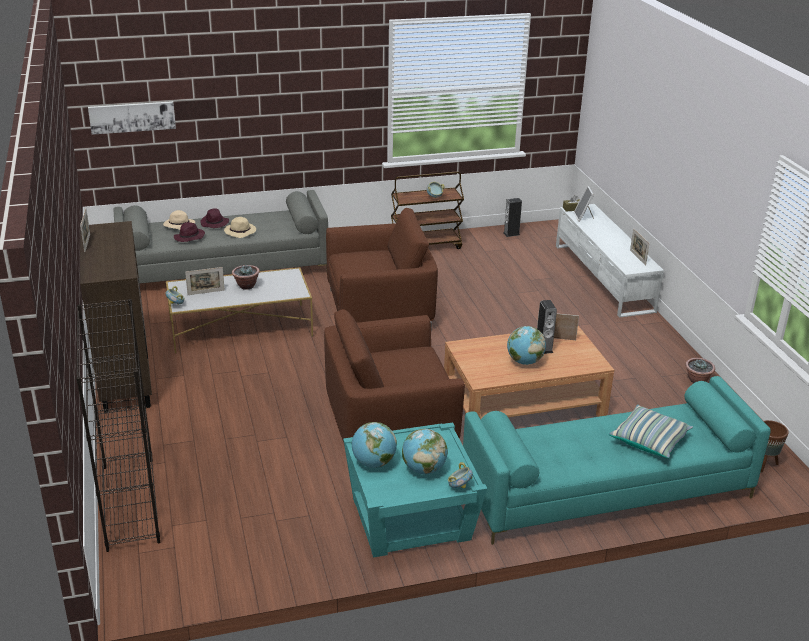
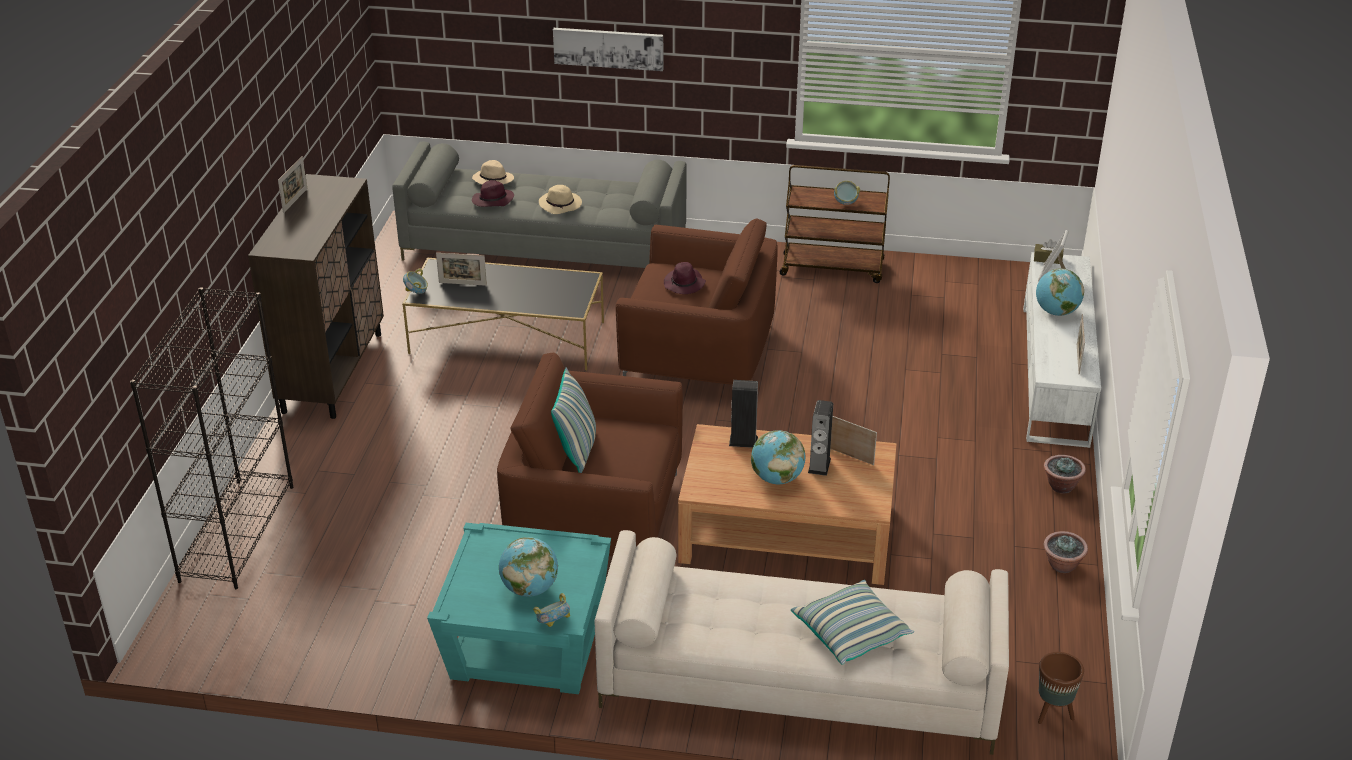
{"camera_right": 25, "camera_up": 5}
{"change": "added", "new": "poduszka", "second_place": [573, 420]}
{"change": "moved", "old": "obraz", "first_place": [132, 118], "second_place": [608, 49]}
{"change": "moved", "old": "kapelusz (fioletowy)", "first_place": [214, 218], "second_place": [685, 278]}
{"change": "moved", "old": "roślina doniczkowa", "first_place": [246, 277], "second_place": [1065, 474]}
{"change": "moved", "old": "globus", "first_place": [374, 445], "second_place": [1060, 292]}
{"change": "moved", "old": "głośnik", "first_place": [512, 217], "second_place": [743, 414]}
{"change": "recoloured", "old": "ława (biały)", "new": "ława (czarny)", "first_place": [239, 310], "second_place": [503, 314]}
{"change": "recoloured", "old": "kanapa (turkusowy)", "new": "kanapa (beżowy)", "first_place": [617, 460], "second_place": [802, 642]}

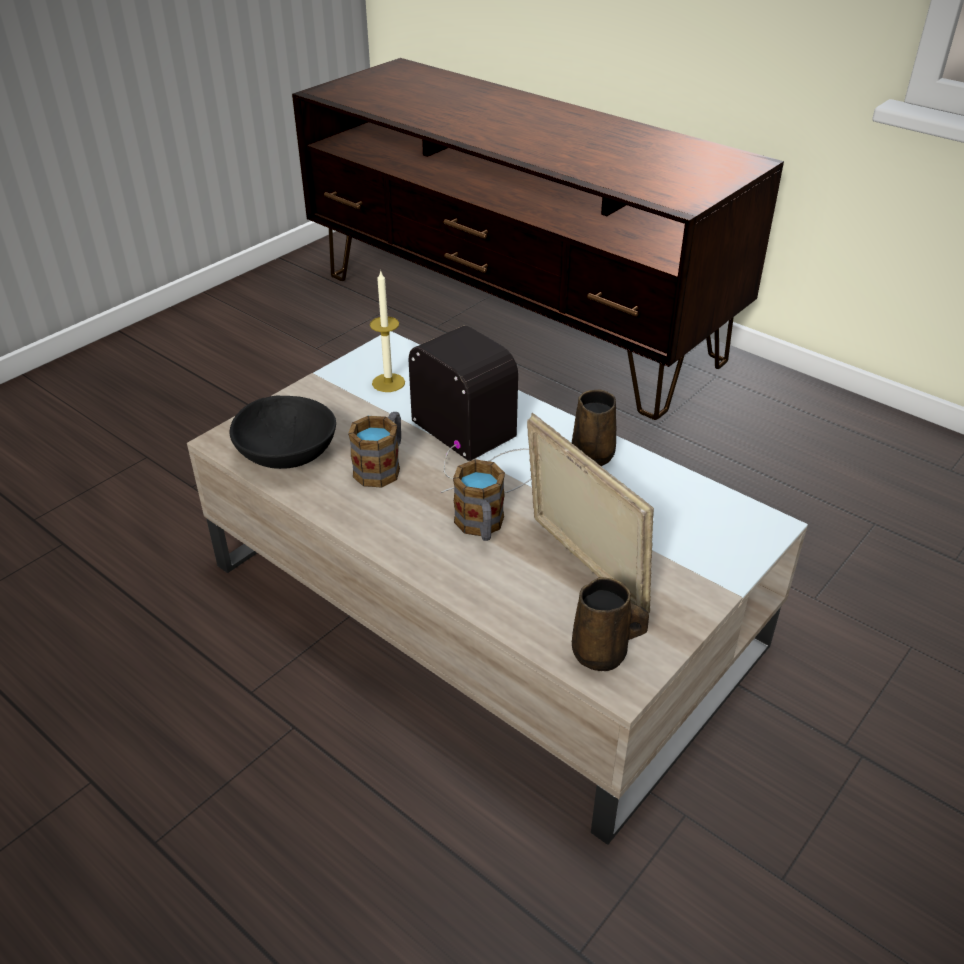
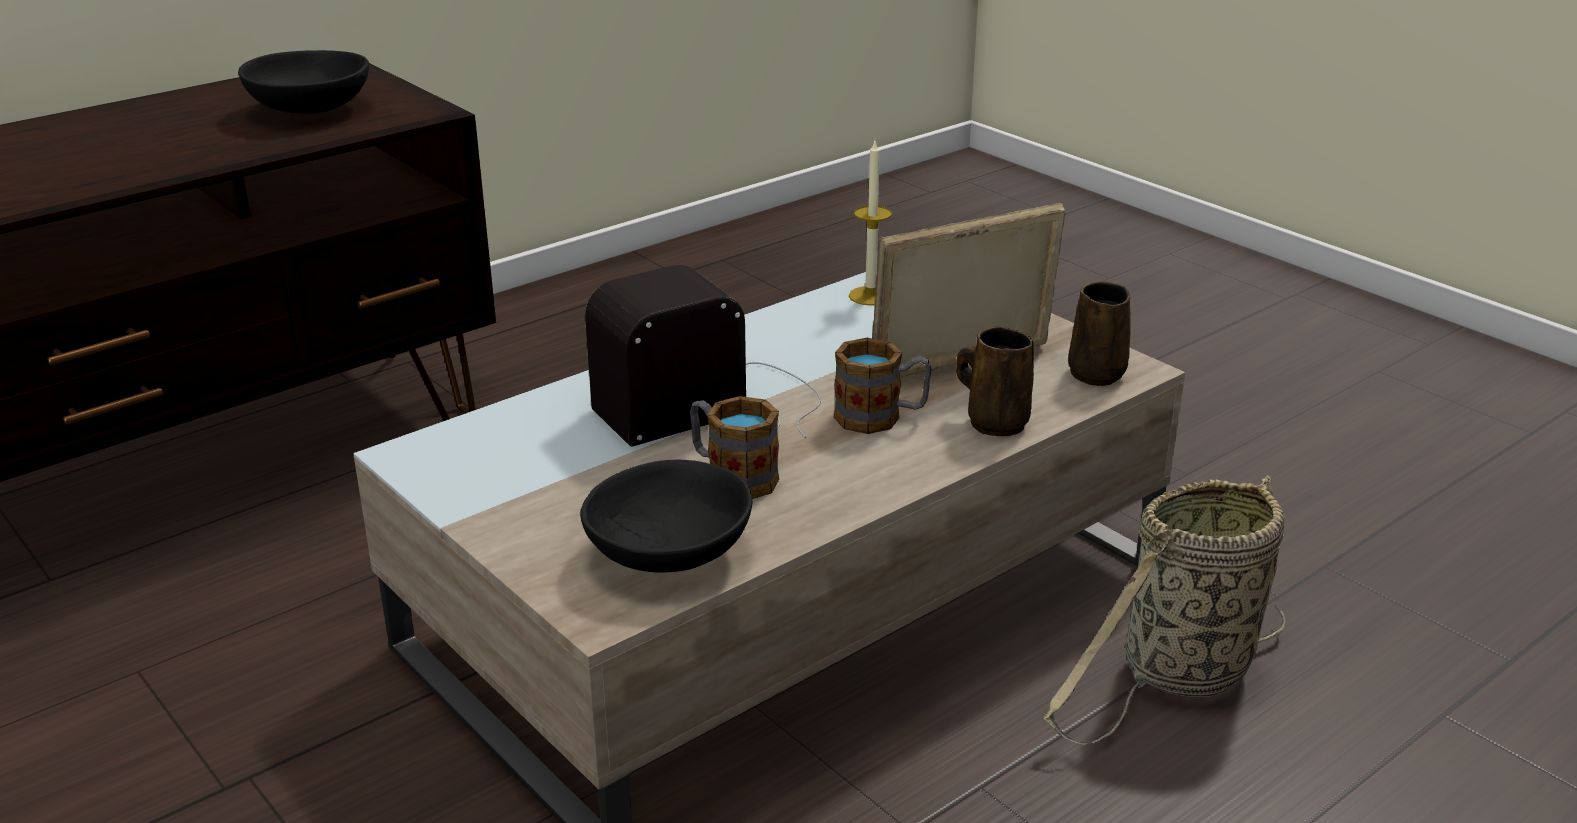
{"camera_right": -80, "camera_up": -10}
{"change": "added", "new": "miska (czarny)", "second_place": [303, 82]}
{"change": "added", "new": "koszyk", "second_place": [1164, 610]}
{"change": "moved", "old": "świeca", "first_place": [387, 331], "second_place": [870, 223]}
{"change": "moved", "old": "kubek (brązowy)", "first_place": [594, 428], "second_place": [995, 381]}

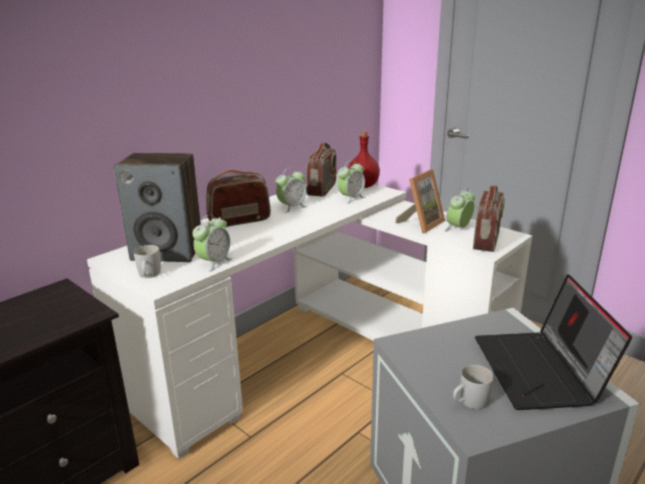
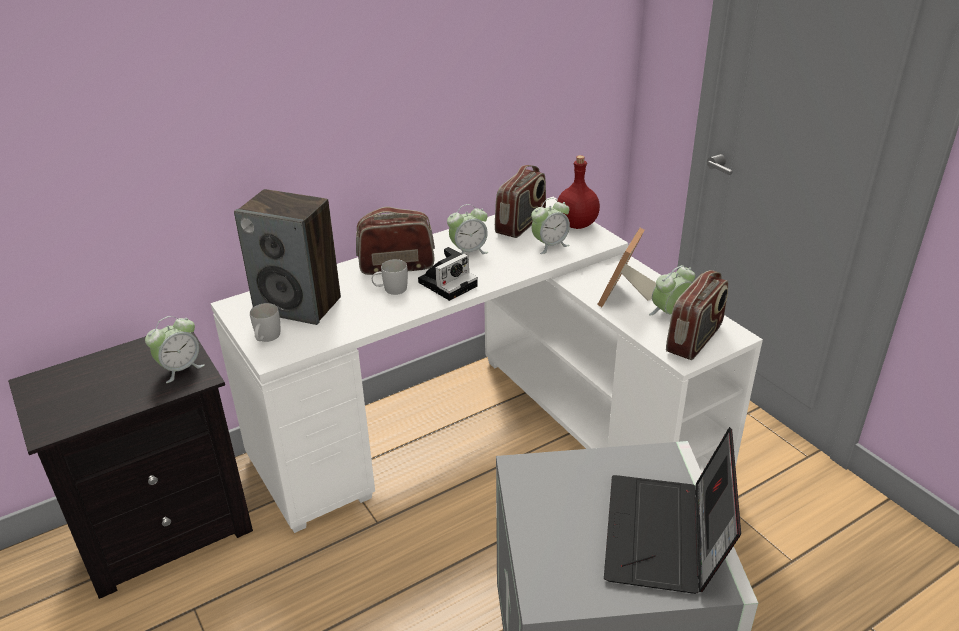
{"camera_right": 15, "camera_up": 10}
{"change": "added", "new": "aparat fotograficzny", "second_place": [448, 274]}
{"change": "moved", "old": "budzik", "first_place": [212, 243], "second_place": [175, 349]}
{"change": "moved", "old": "kubek (biały)", "first_place": [473, 387], "second_place": [390, 277]}
{"change": "turned", "old": "ramka na zdjęcie", "first_place": [420, 201], "second_place": [626, 267], "degrees": 150}

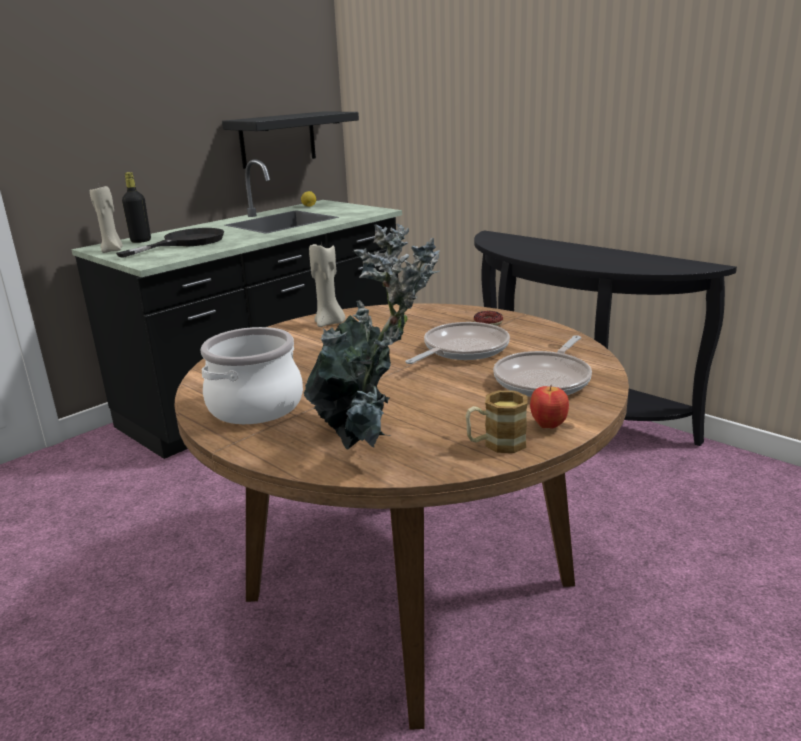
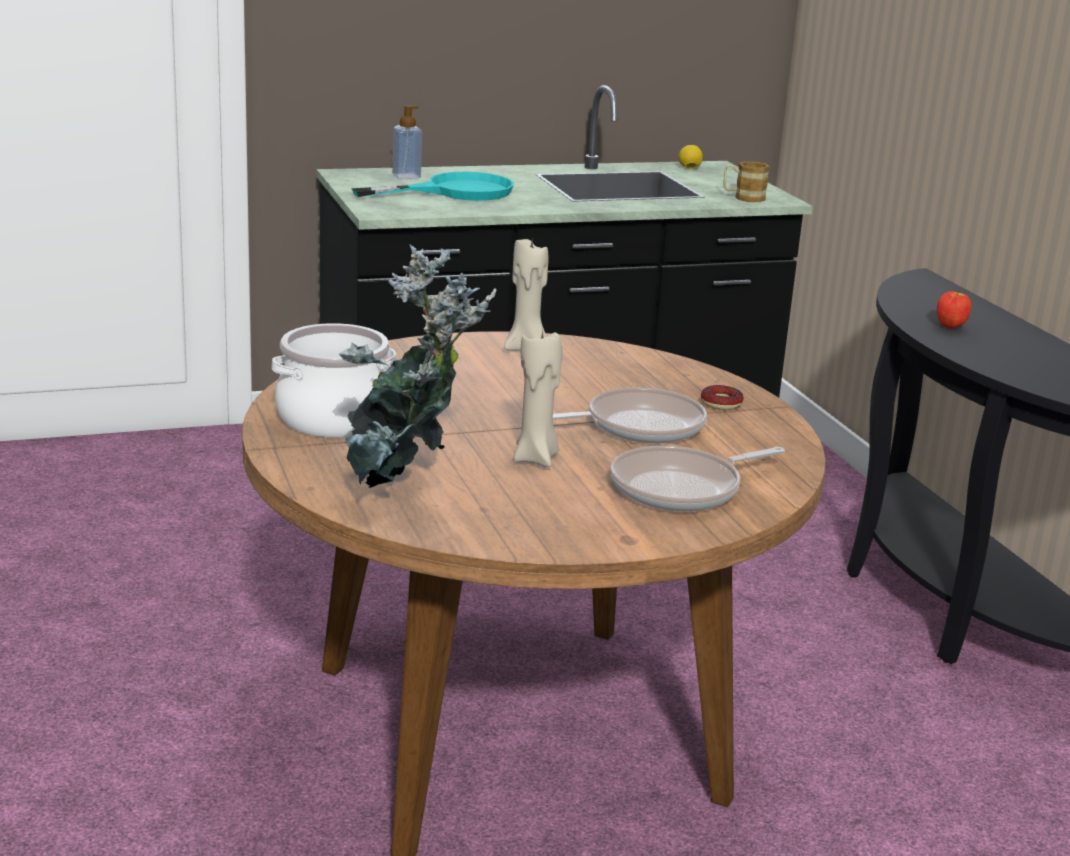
{"camera_right": 25, "camera_up": 0}
{"change": "removed", "old": "półka (czarny)", "first_place": [290, 140]}
{"change": "moved", "old": "świeca (beżowy)", "first_place": [106, 219], "second_place": [538, 398]}
{"change": "moved", "old": "kubek", "first_place": [497, 421], "second_place": [747, 182]}
{"change": "moved", "old": "jabłko", "first_place": [549, 406], "second_place": [954, 309]}
{"change": "replaced", "old": "butelka (czarny)", "new": "dozownik mydła", "first_place": [136, 207], "second_place": [407, 142]}
{"change": "recoloured", "old": "patelnia (czarny)", "new": "patelnia (turkusowy)", "first_place": [170, 243], "second_place": [432, 186]}

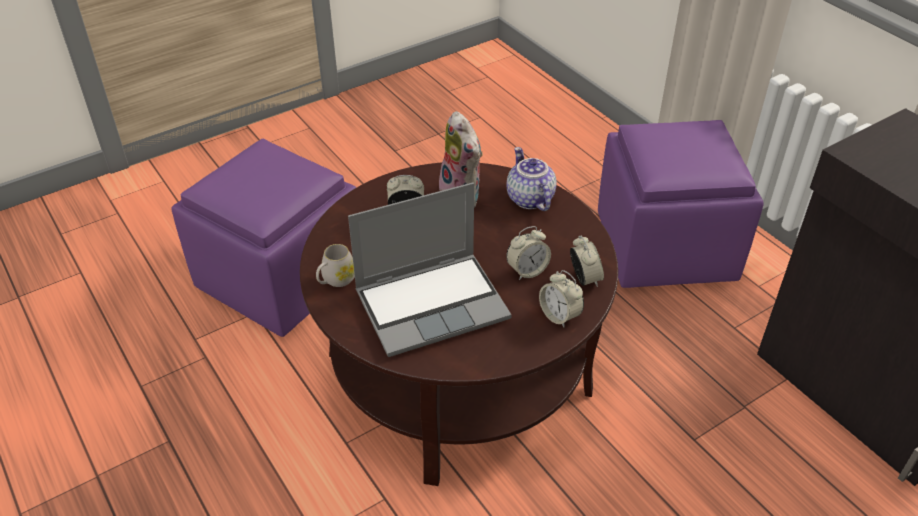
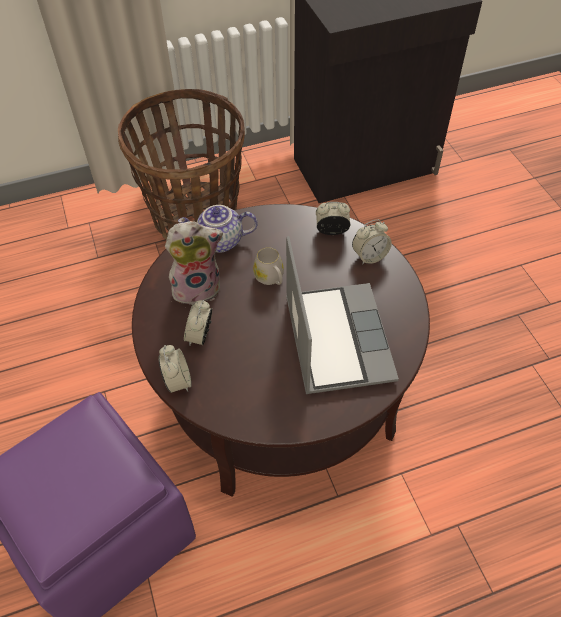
{"camera_right": -75, "camera_up": 10}
{"change": "moved", "old": "kubek (biały)", "first_place": [335, 265], "second_place": [268, 266]}
{"change": "moved", "old": "budzik", "first_place": [528, 253], "second_place": [175, 369]}
{"change": "replaced", "old": "pufa (fioletowy)", "new": "koszyk", "first_place": [681, 204], "second_place": [181, 164]}

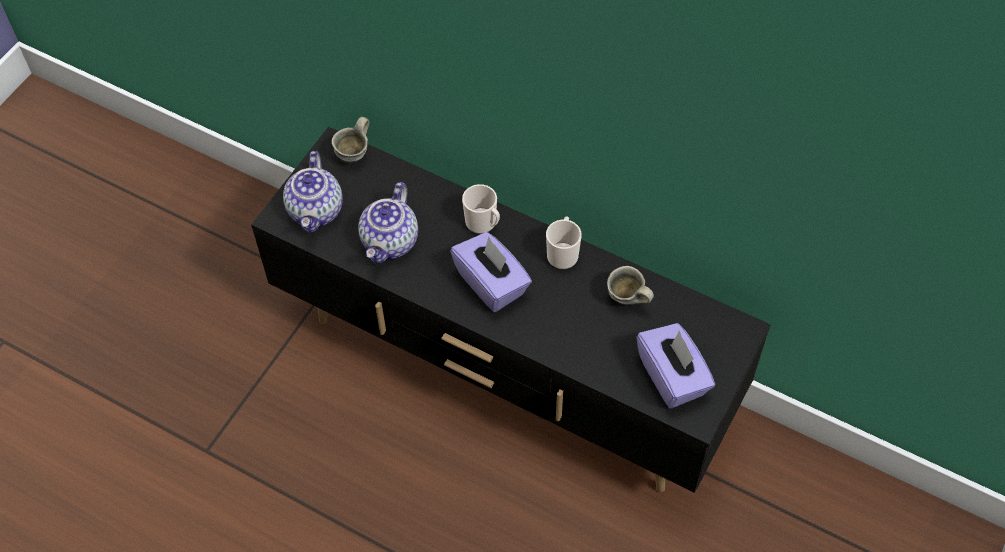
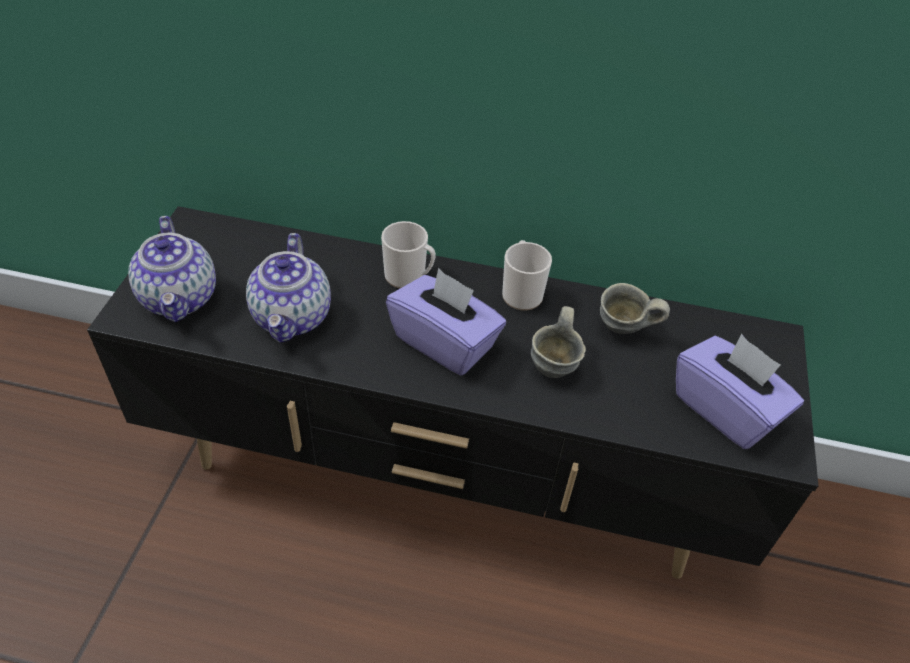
{"camera_right": -20, "camera_up": -10}
{"change": "moved", "old": "kubek (szary)", "first_place": [350, 140], "second_place": [558, 342]}

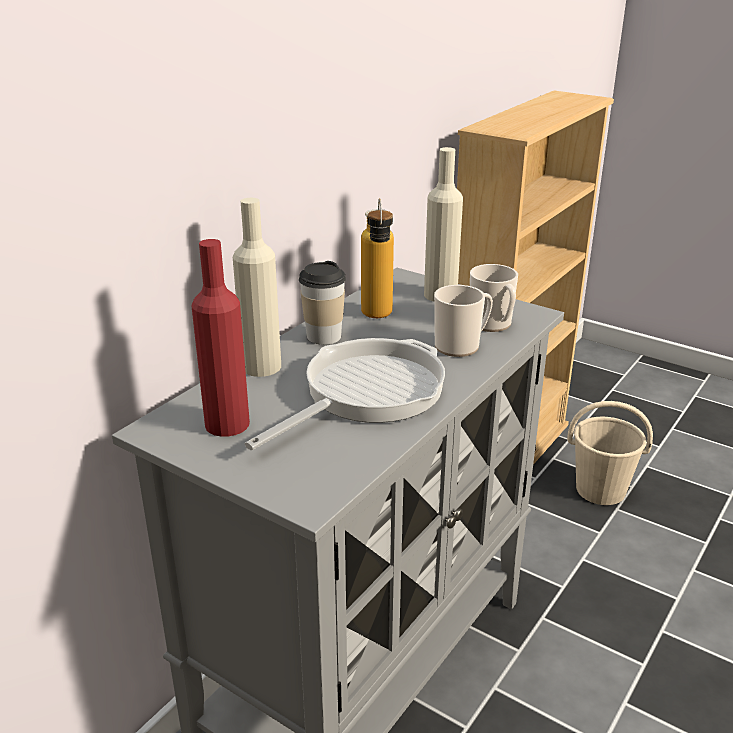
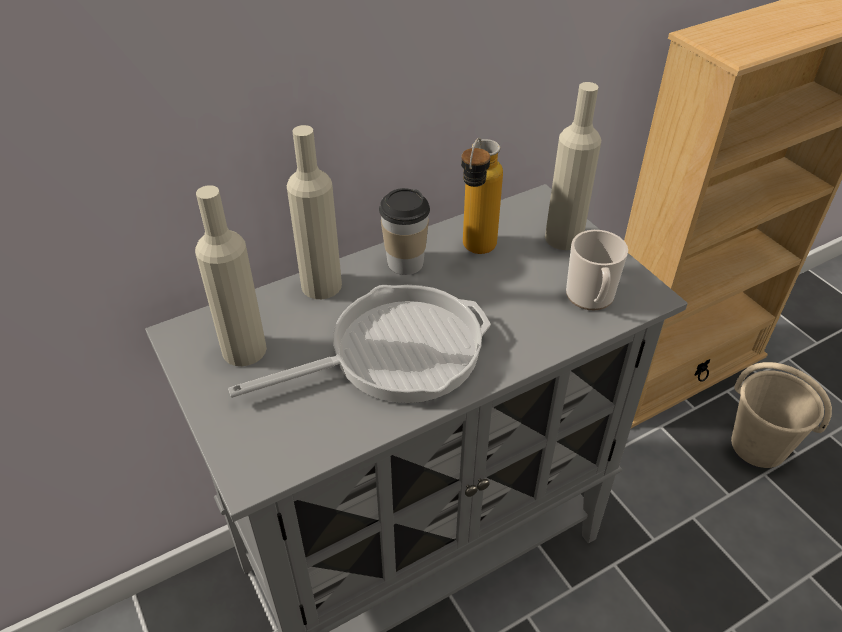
{"camera_right": 25, "camera_up": 15}
{"change": "removed", "old": "kubek", "first_place": [463, 321]}
{"change": "recoloured", "old": "butelka (czerwony)", "new": "butelka (beżowy)", "first_place": [220, 338], "second_place": [231, 275]}

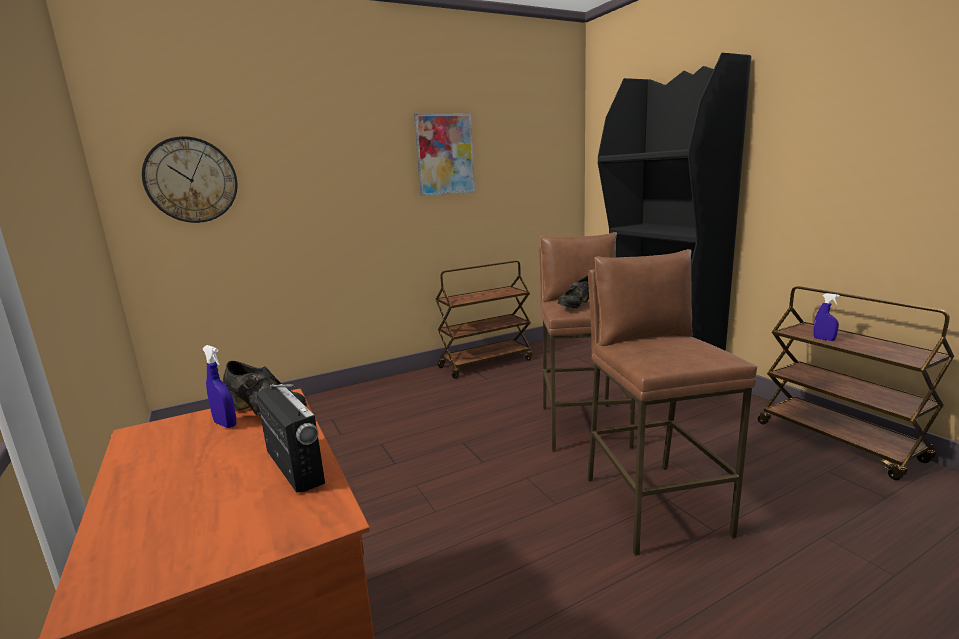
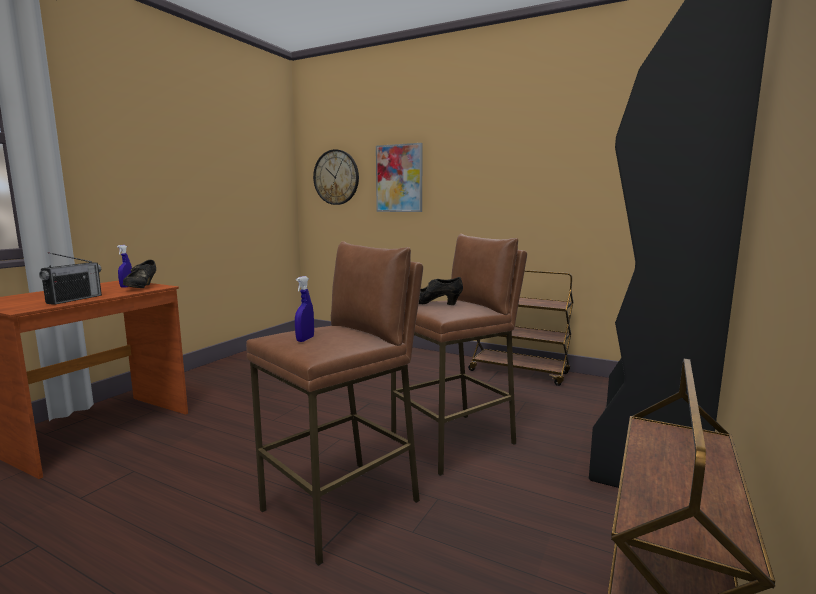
{"camera_right": 55, "camera_up": -5}
{"change": "moved", "old": "obraz", "first_place": [444, 154], "second_place": [399, 177]}
{"change": "moved", "old": "spryskiwacz (niebieski)", "first_place": [827, 317], "second_place": [304, 309]}

